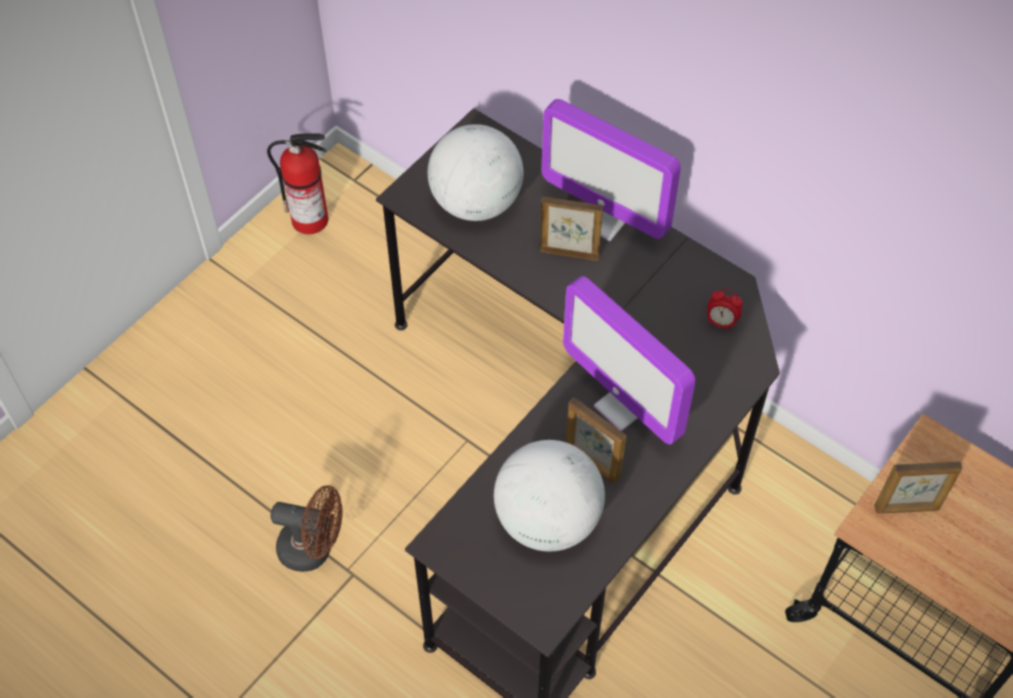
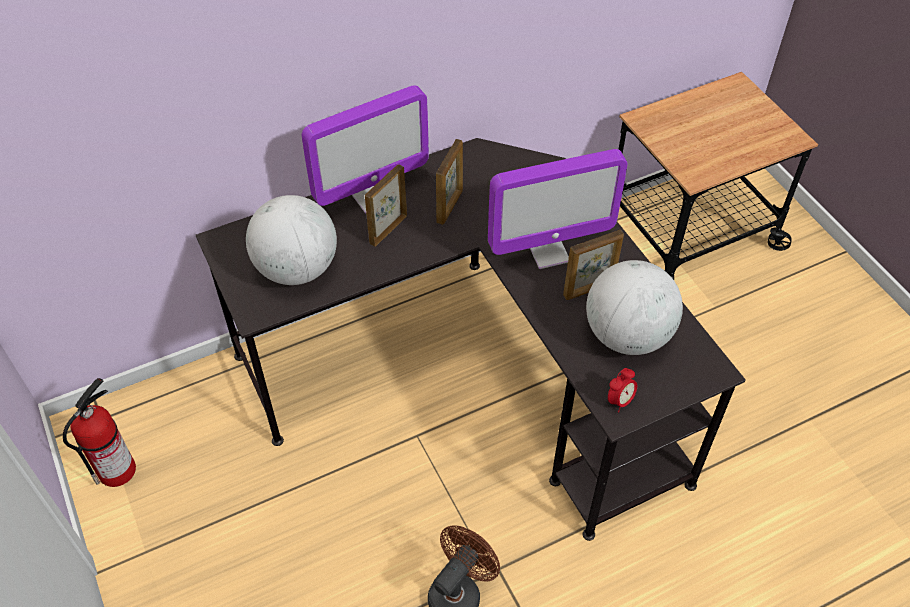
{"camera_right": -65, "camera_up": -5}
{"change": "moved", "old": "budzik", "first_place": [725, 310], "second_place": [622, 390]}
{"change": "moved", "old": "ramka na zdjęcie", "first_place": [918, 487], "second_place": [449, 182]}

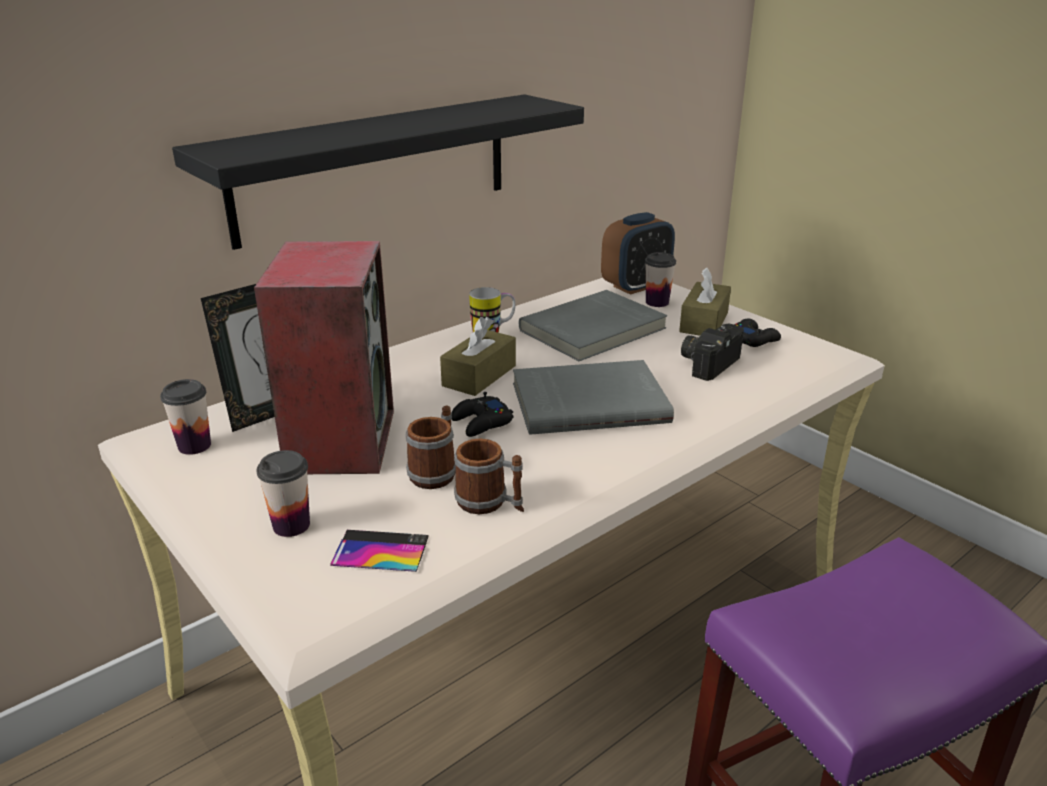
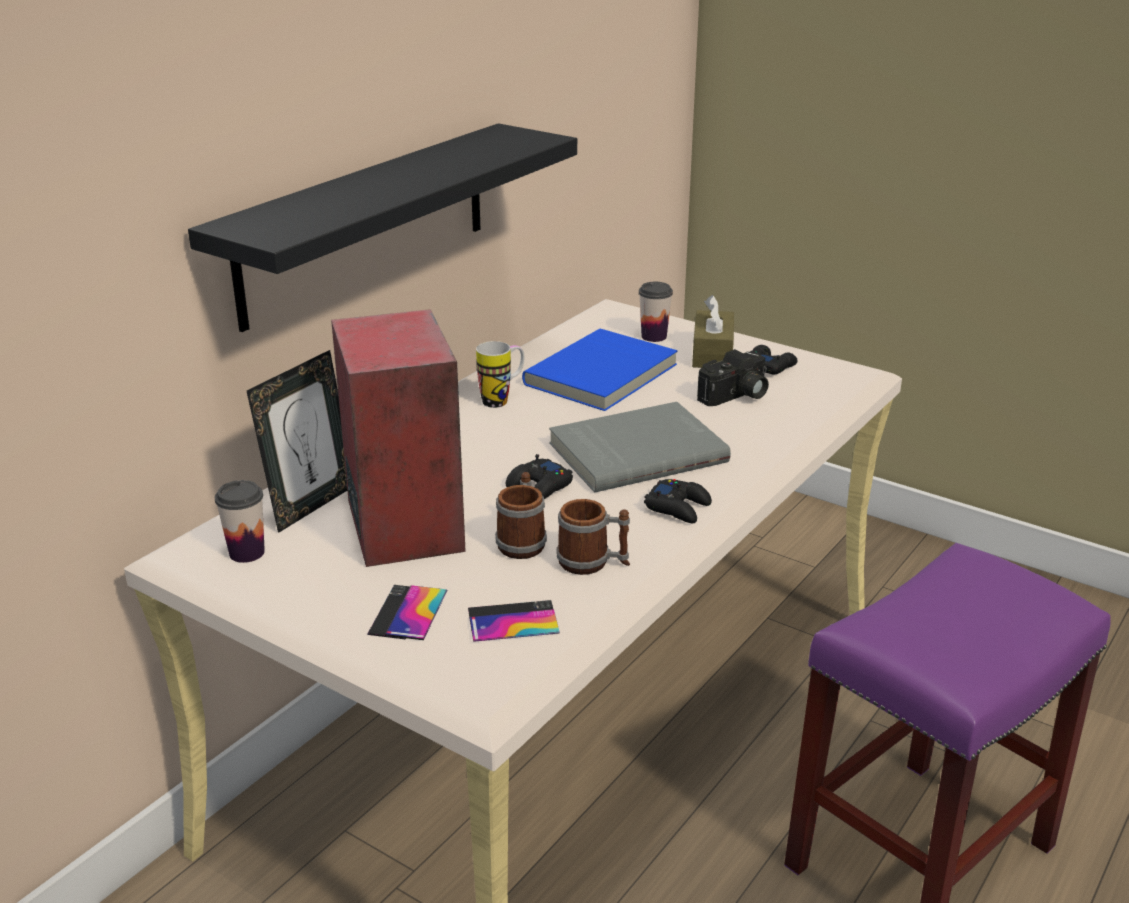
{"camera_right": -15, "camera_up": 0}
{"change": "removed", "old": "pudełko chusteczek (brązowy)", "first_place": [478, 356]}
{"change": "removed", "old": "budzik", "first_place": [638, 253]}
{"change": "added", "new": "pad do gier (czarny)", "second_place": [678, 501]}
{"change": "replaced", "old": "filiżanka", "new": "telefon", "first_place": [283, 493], "second_place": [407, 612]}
{"change": "recoloured", "old": "książka (szary)", "new": "książka (niebieski)", "first_place": [593, 325], "second_place": [600, 370]}
{"change": "turned", "old": "aparat fotograficzny", "first_place": [712, 352], "second_place": [733, 377], "degrees": -150}

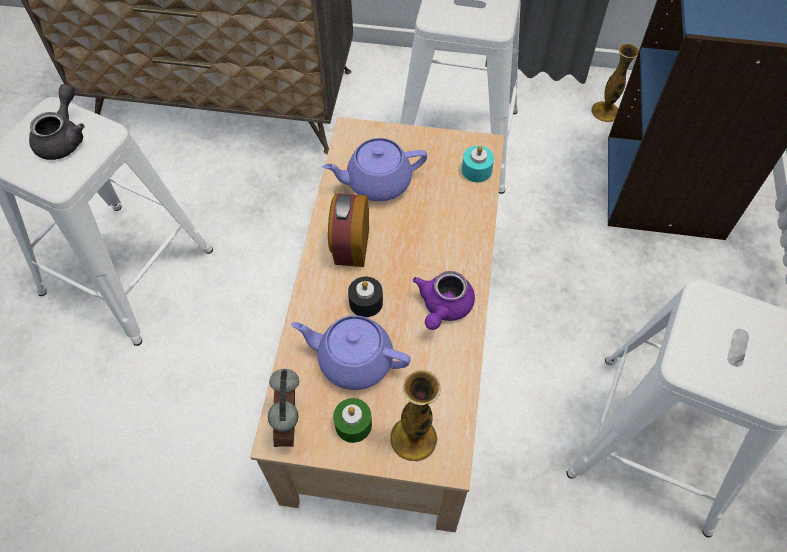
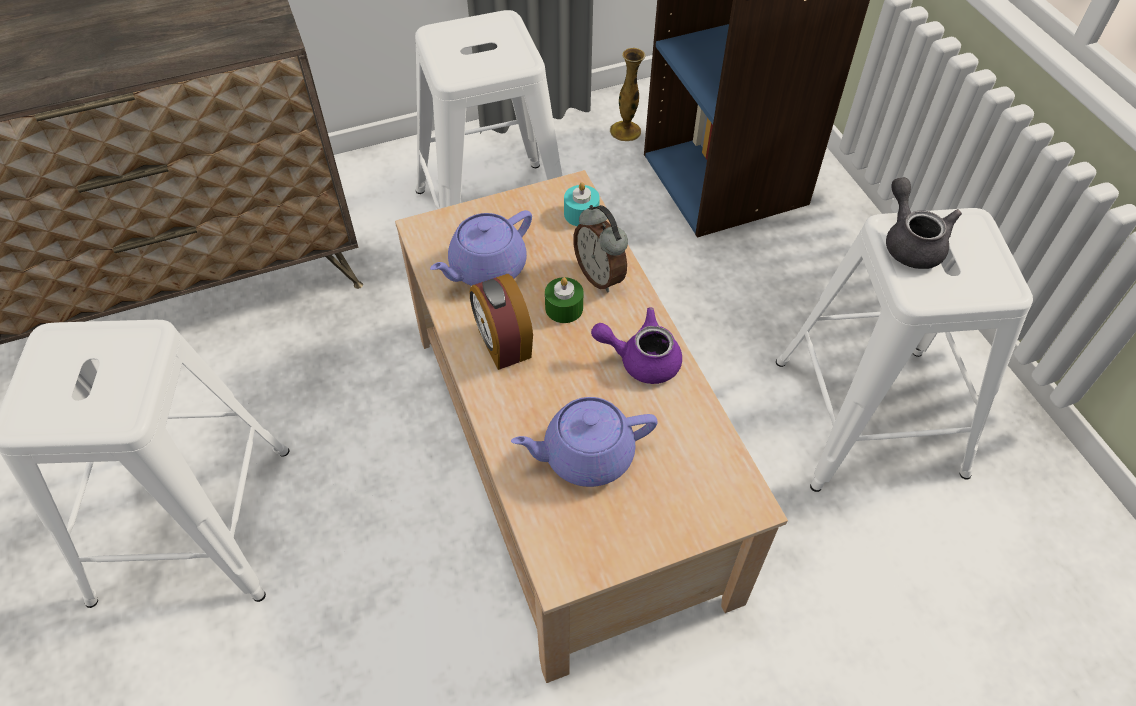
{"camera_right": -30, "camera_up": -5}
{"change": "removed", "old": "świeca (czarny)", "first_place": [365, 297]}
{"change": "removed", "old": "wazon", "first_place": [415, 415]}
{"change": "moved", "old": "imbryk (szary)", "first_place": [57, 122], "second_place": [924, 223]}
{"change": "moved", "old": "budzik", "first_place": [283, 408], "second_place": [600, 248]}
{"change": "moved", "old": "świeca (zielony)", "first_place": [352, 420], "second_place": [564, 300]}
{"change": "turned", "old": "imbryk (fioletowy)", "first_place": [444, 300], "second_place": [636, 346], "degrees": 105}

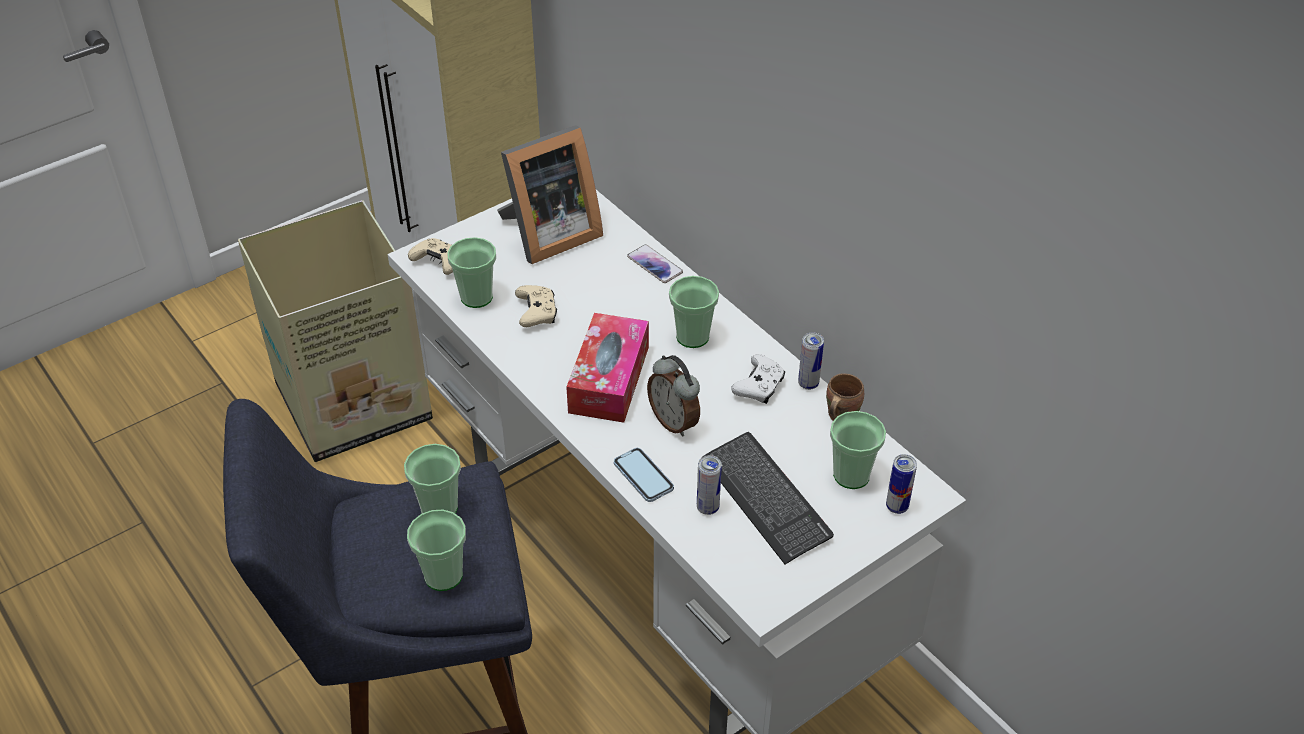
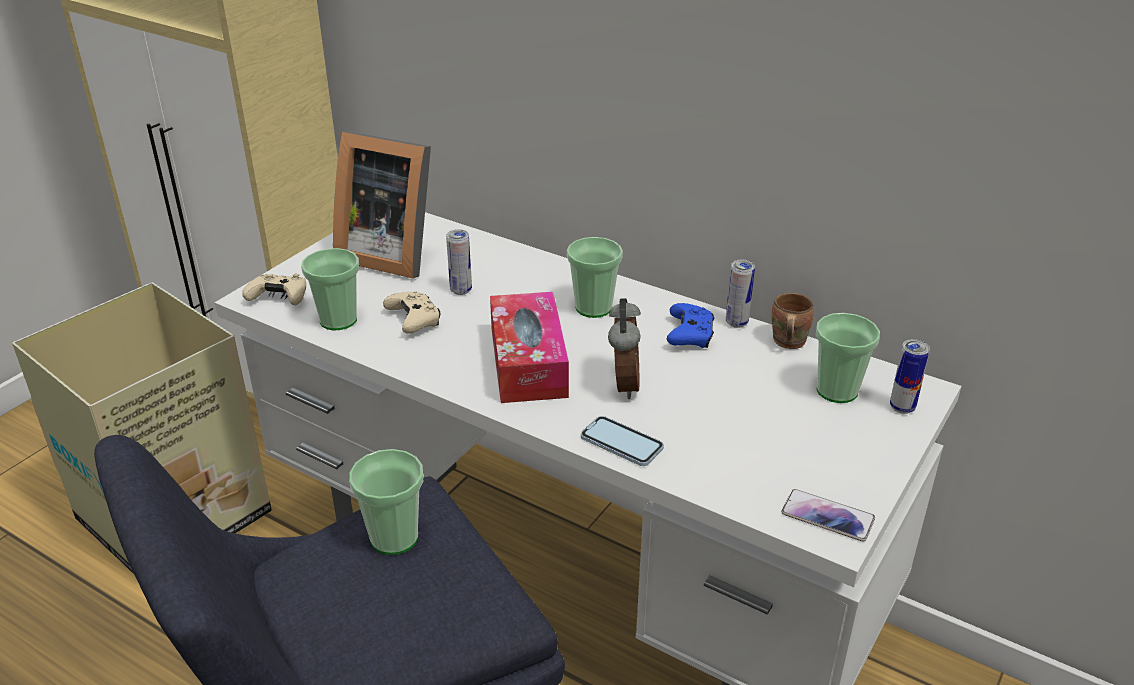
{"camera_right": -20, "camera_up": -10}
{"change": "removed", "old": "filiżanka", "first_place": [436, 550]}
{"change": "removed", "old": "klawiatura", "first_place": [768, 498]}
{"change": "moved", "old": "telefon", "first_place": [655, 263], "second_place": [828, 515]}
{"change": "moved", "old": "puszka", "first_place": [709, 485], "second_place": [459, 262]}
{"change": "recoloured", "old": "pad do gier (biały)", "new": "pad do gier (niebieski)", "first_place": [758, 379], "second_place": [690, 325]}
{"change": "turned", "old": "ramka na zdjęcie", "first_place": [550, 194], "second_place": [382, 204], "degrees": 75}
{"change": "turned", "old": "budzik", "first_place": [673, 396], "second_place": [624, 348], "degrees": -120}

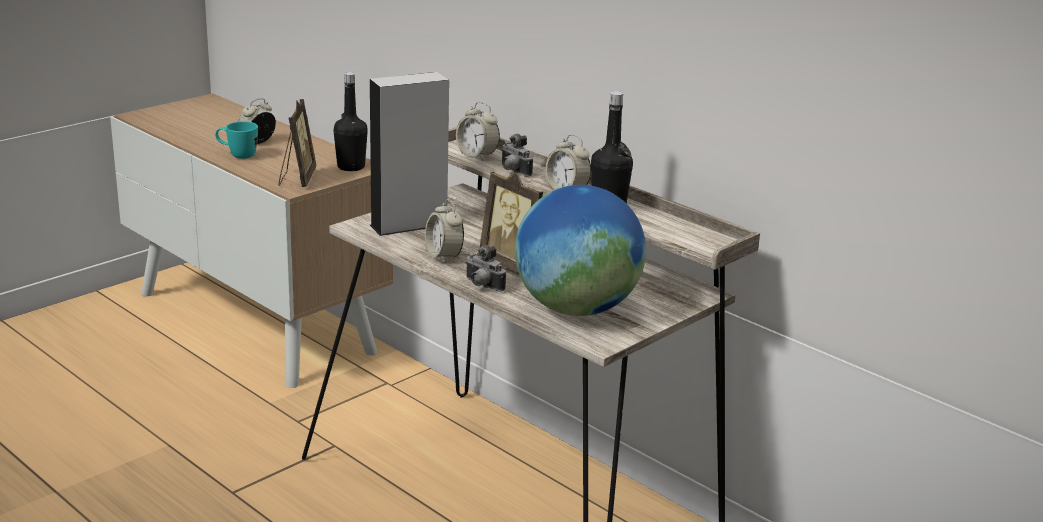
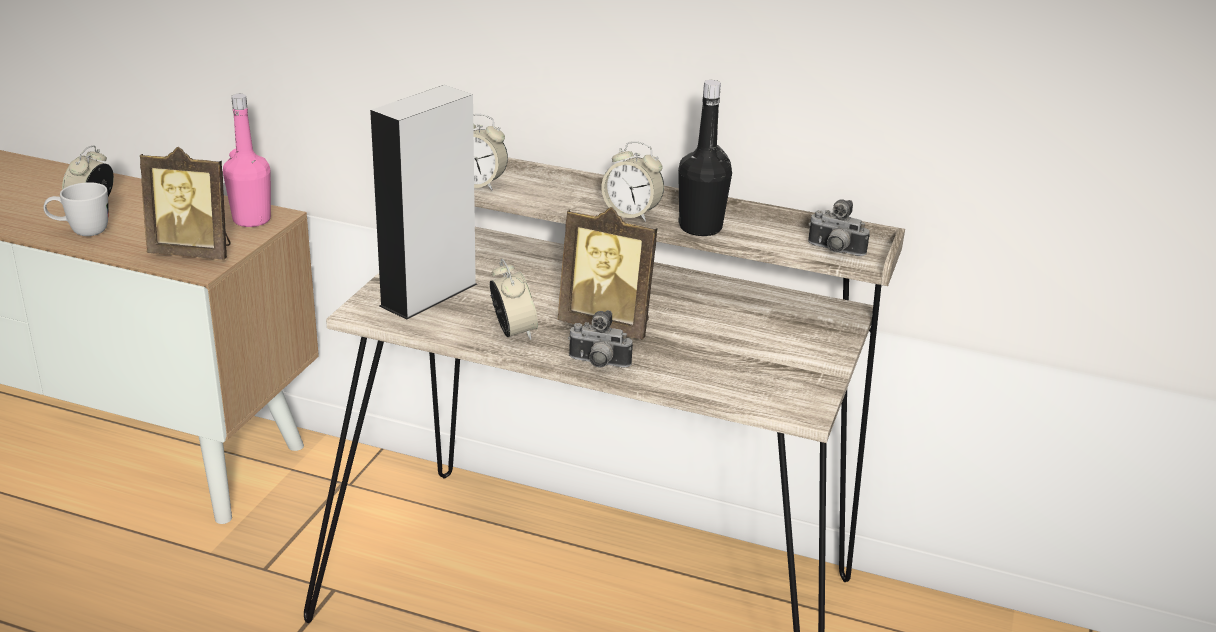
{"camera_right": -25, "camera_up": 5}
{"change": "removed", "old": "globus", "first_place": [580, 250]}
{"change": "moved", "old": "aparat fotograficzny", "first_place": [517, 155], "second_place": [839, 227]}
{"change": "recoloured", "old": "kubek (turkusowy)", "new": "kubek (biały)", "first_place": [236, 140], "second_place": [76, 209]}
{"change": "recoloured", "old": "butelka (czarny)", "new": "butelka (różowy)", "first_place": [350, 121], "second_place": [247, 160]}
{"change": "turned", "old": "ramka na zdjęcie", "first_place": [297, 143], "second_place": [185, 203], "degrees": 120}
{"change": "turned", "old": "budzik", "first_place": [444, 231], "second_place": [514, 299], "degrees": -150}

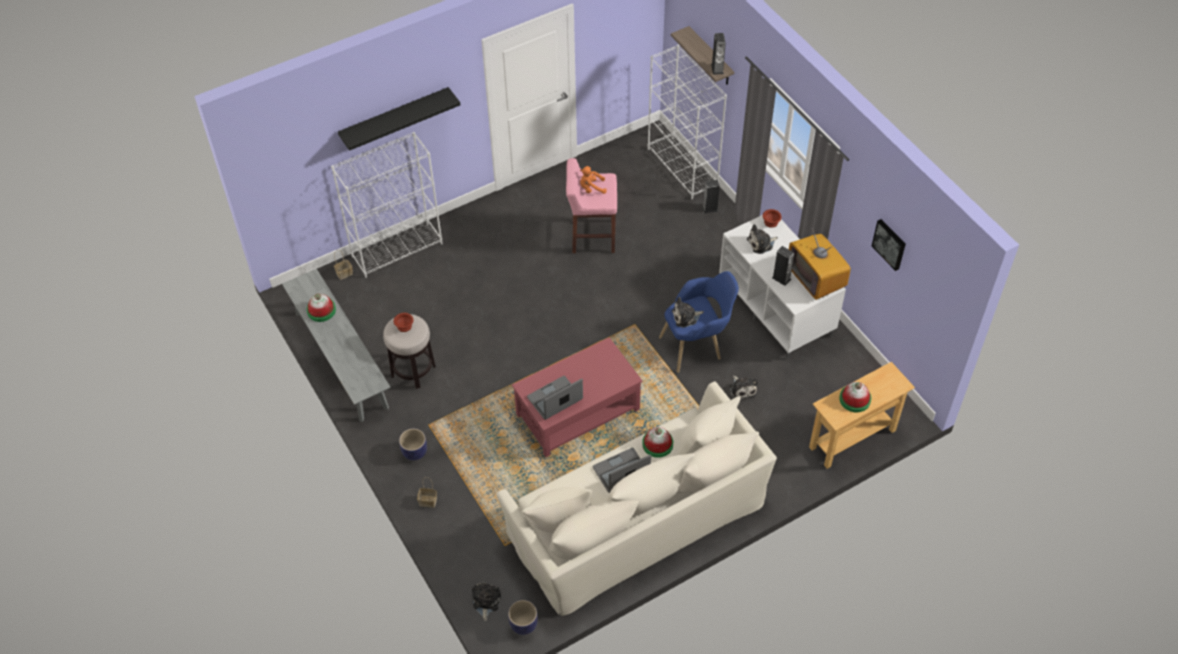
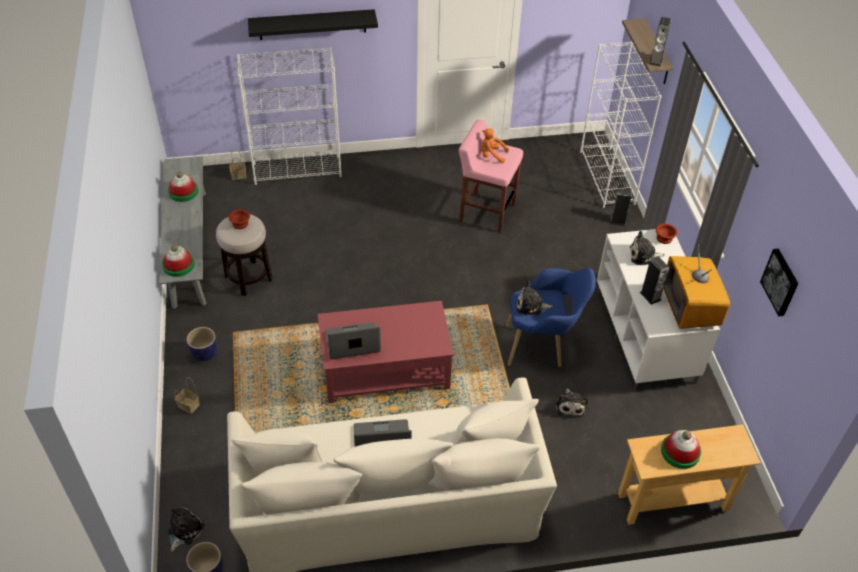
{"camera_right": 20, "camera_up": -5}
{"change": "moved", "old": "kapelusz", "first_place": [657, 442], "second_place": [178, 261]}

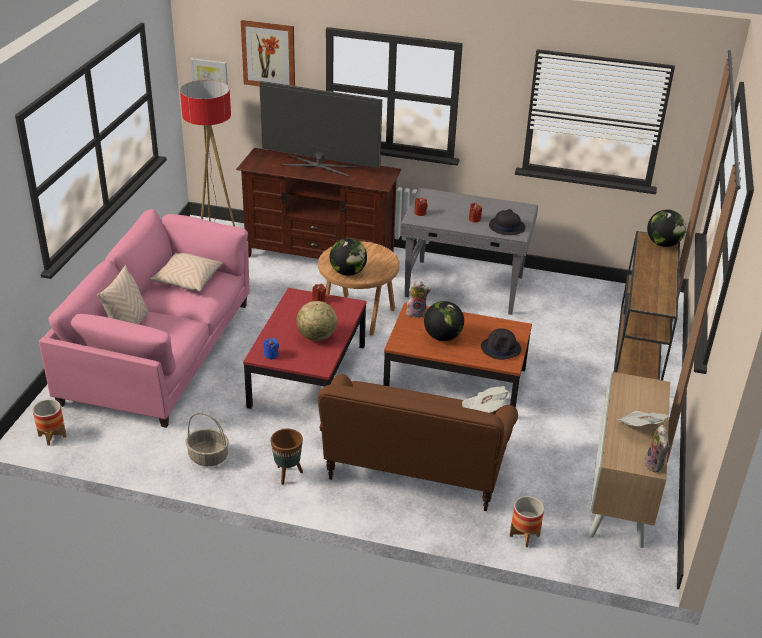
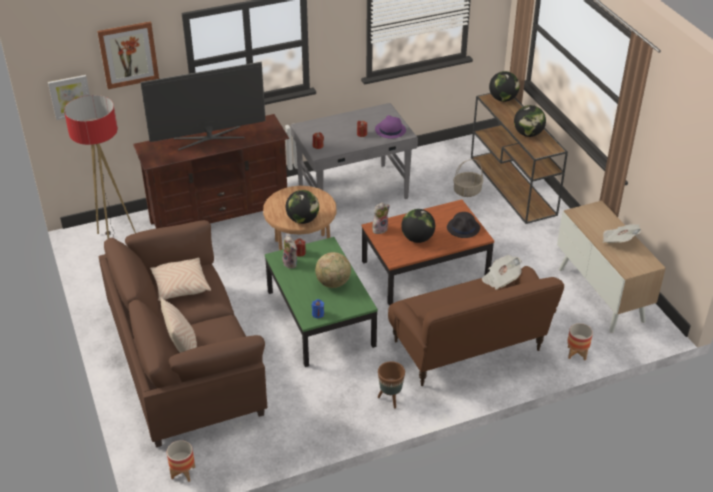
{"camera_right": -35, "camera_up": 5}
{"change": "added", "new": "globus", "second_place": [530, 121]}
{"change": "moved", "old": "koszyk", "first_place": [207, 439], "second_place": [468, 178]}
{"change": "moved", "old": "pluszak", "first_place": [657, 448], "second_place": [290, 252]}
{"change": "recoloured", "old": "kanapa (różowy)", "new": "kanapa (brązowy)", "first_place": [144, 318], "second_place": [182, 333]}
{"change": "recoloured", "old": "ława (czerwony)", "new": "ława (zielony)", "first_place": [304, 348], "second_place": [321, 302]}
{"change": "recoloured", "old": "kapelusz (czarny)", "new": "kapelusz (fioletowy)", "first_place": [507, 222], "second_place": [390, 126]}

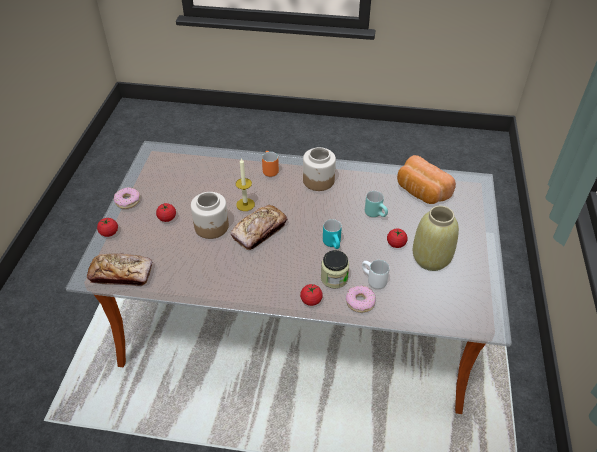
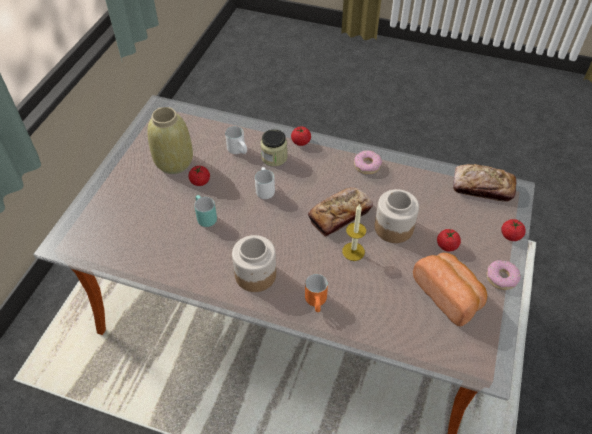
{"camera_right": -170, "camera_up": 5}
{"change": "moved", "old": "donut", "first_place": [361, 298], "second_place": [368, 162]}
{"change": "moved", "old": "chleb", "first_place": [426, 179], "second_place": [450, 290]}
{"change": "recoloured", "old": "kubek (turkusowy)", "new": "kubek (biały)", "first_place": [332, 234], "second_place": [265, 183]}

